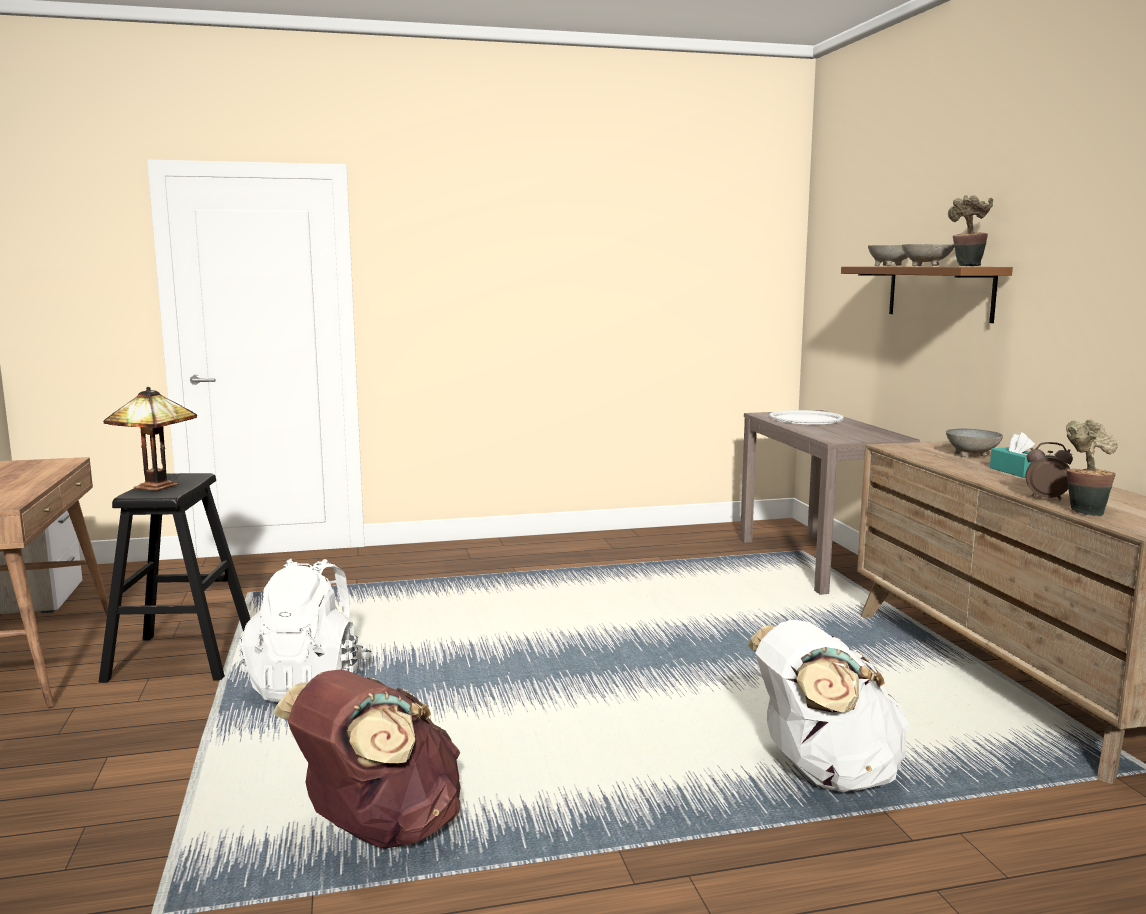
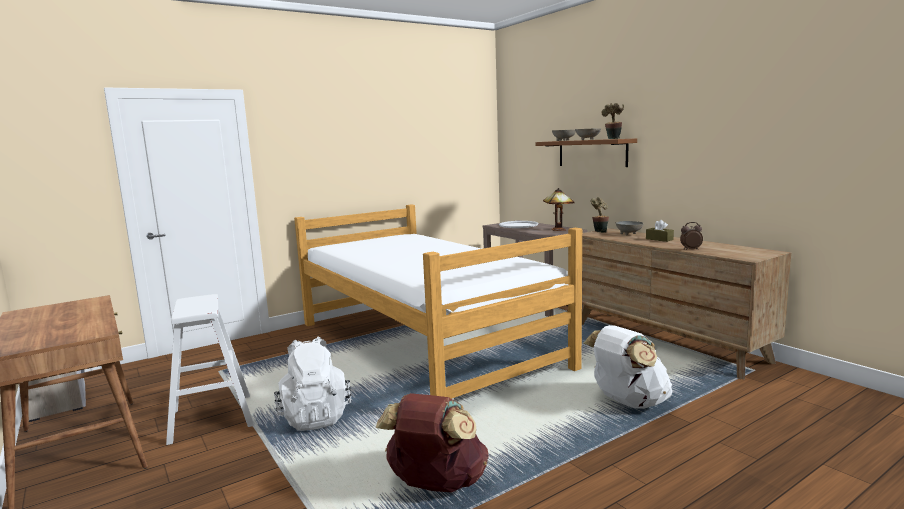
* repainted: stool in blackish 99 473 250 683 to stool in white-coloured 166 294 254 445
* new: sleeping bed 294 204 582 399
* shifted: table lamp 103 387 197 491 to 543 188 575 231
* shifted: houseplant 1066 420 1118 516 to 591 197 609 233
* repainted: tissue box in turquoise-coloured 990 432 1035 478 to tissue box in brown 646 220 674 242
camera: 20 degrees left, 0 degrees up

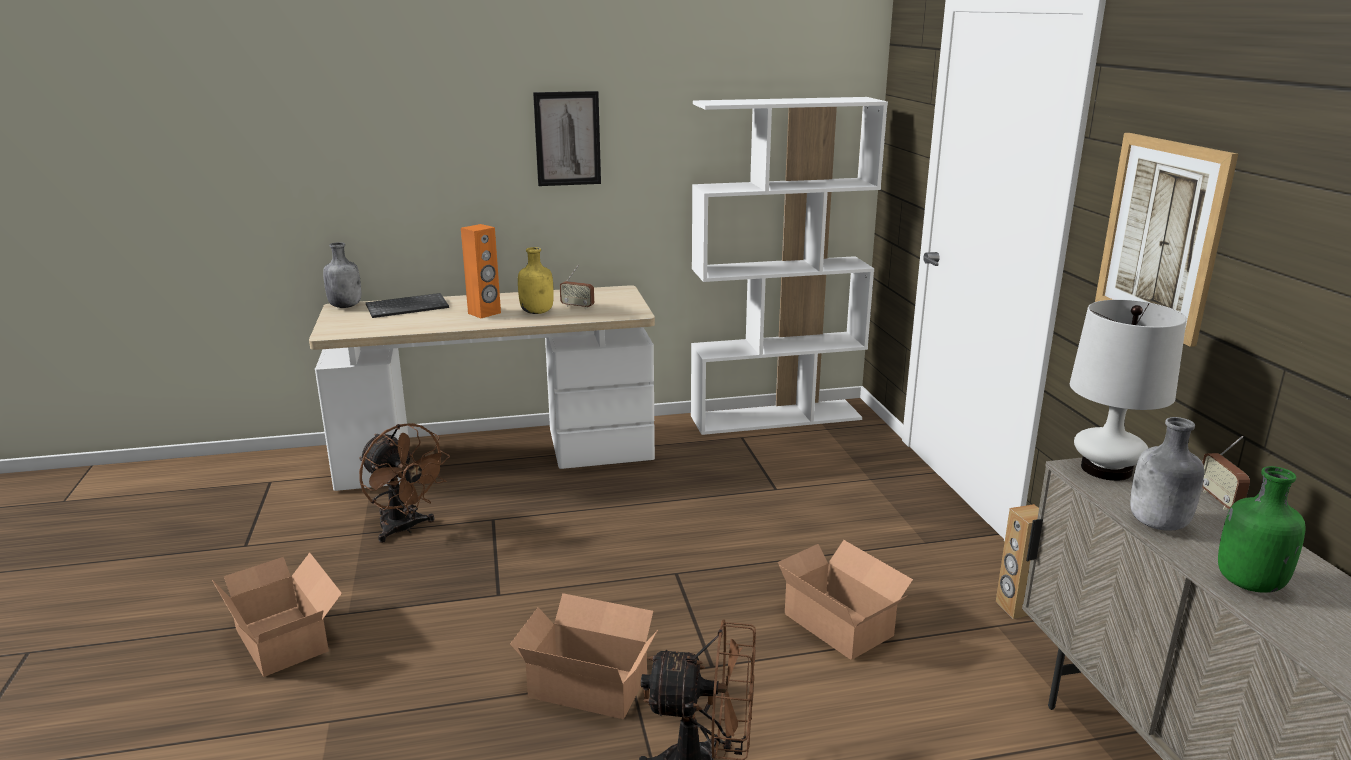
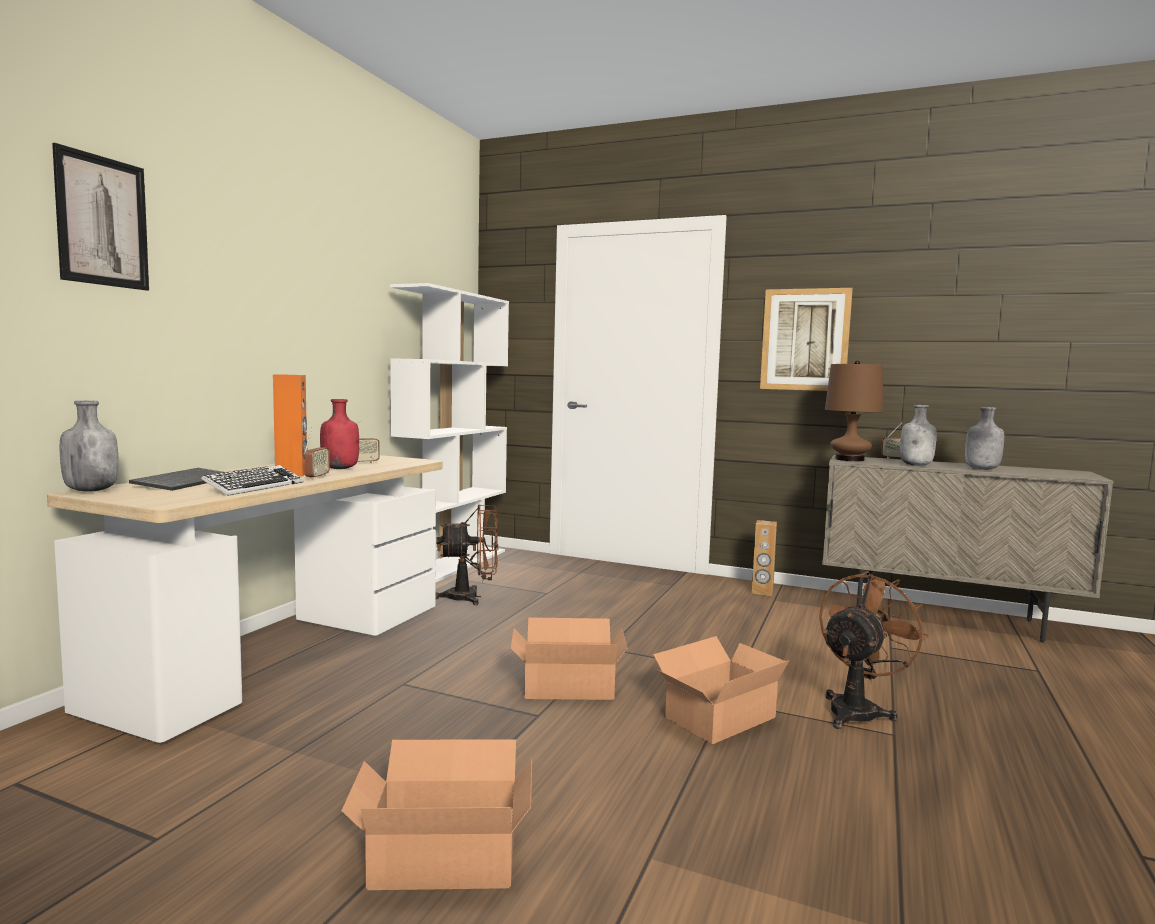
* shifted: wall art 533 91 601 186 to 52 143 149 291
* new: keyboard 201 465 304 496
* new: radio receiver 304 427 330 480
* repainted: drink bottle in yellow-coloured 518 247 554 314 to drink bottle in reddish 320 399 359 469
* shifted: cooling fan in brown 359 423 450 543 to 436 505 498 605
* shifted: carton 778 540 913 660 to 511 617 627 700
* repainted: table lamp in white-coloured 1070 300 1187 481 to table lamp in brown 825 361 883 461
* repainted: drink bottle in green-coloured 1218 466 1306 593 to drink bottle in grey 965 407 1004 470
camera: 55 degrees left, 15 degrees down

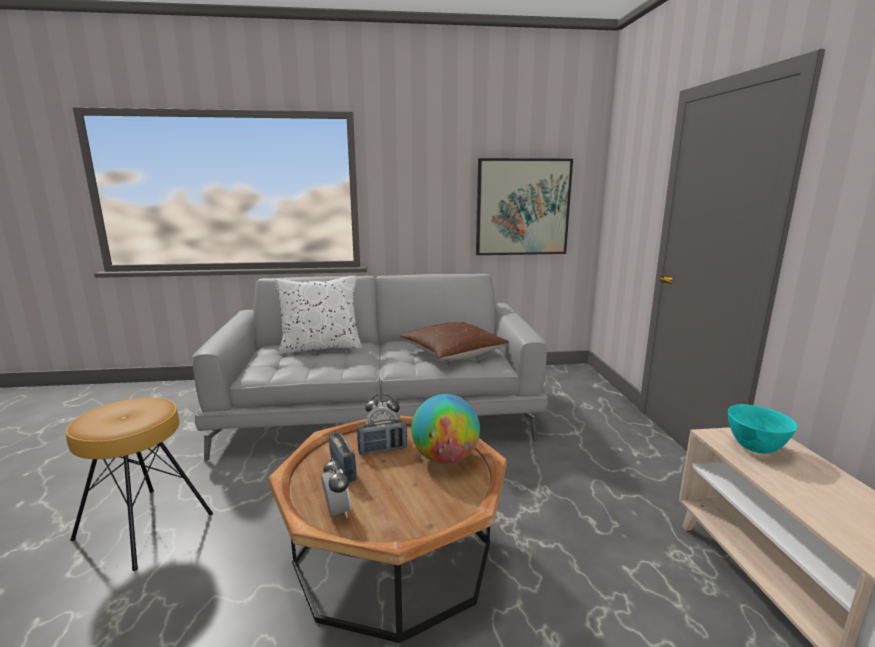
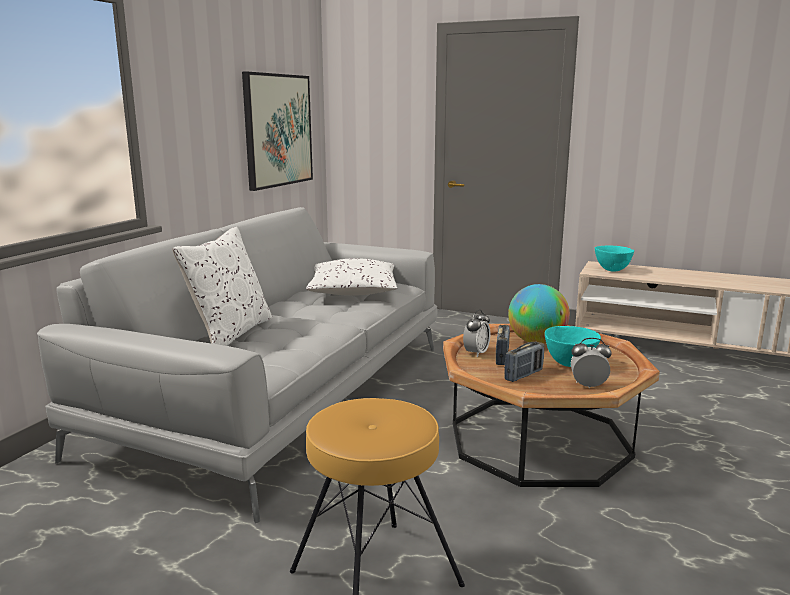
* repainted: cushion in brown 400 322 509 360 to cushion in white-coloured 306 258 397 296
* rotated: radio receiver 329 431 356 483 = 504 342 544 382 135 degrees clockwise
* new: serving bowl in turquoise-coloured 545 326 601 367
camera: 60 degrees left, 0 degrees up

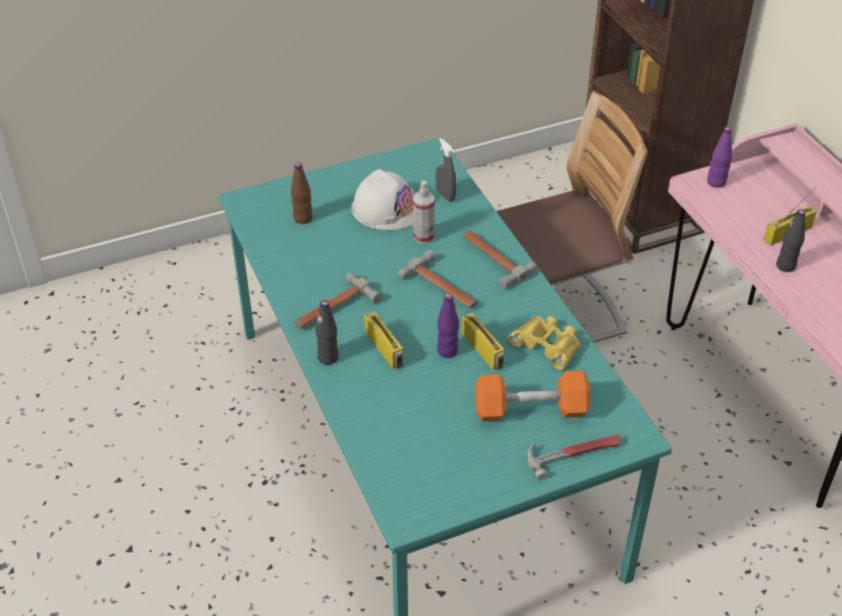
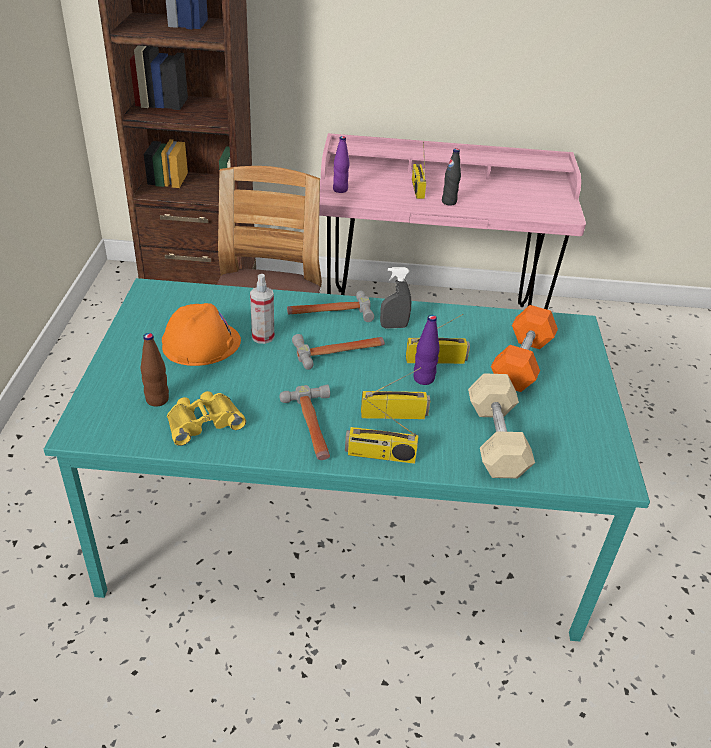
* repainted: hard hat in white-coloured 351 169 415 230 to hard hat in orange-coloured 162 303 241 366
* shifted: field glasses in yellow-coloured 508 316 580 370 to 167 391 246 446
* swapped: drink bottle in blackish 315 300 339 365 to radio receiver 345 398 419 464
* shifted: sprayer in grey 436 138 456 202 to 380 267 411 329
* new: dumbbell in beige-coloured 468 373 535 479
* gone: tool hammer 527 434 621 480
camera: 65 degrees left, 5 degrees down

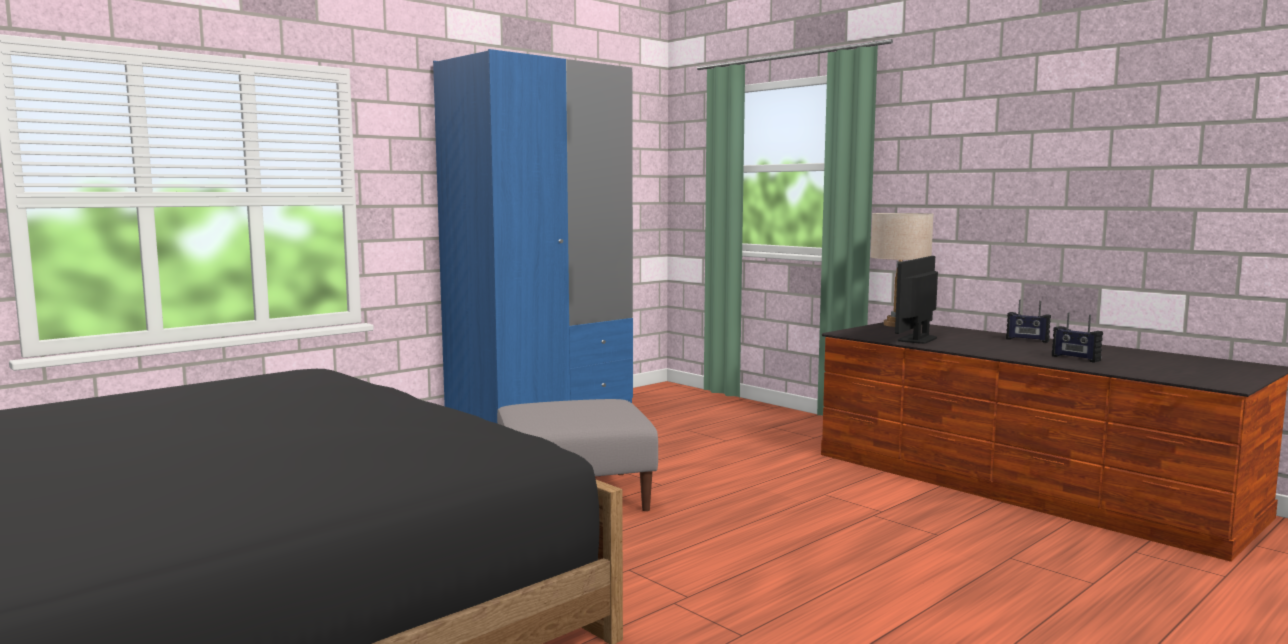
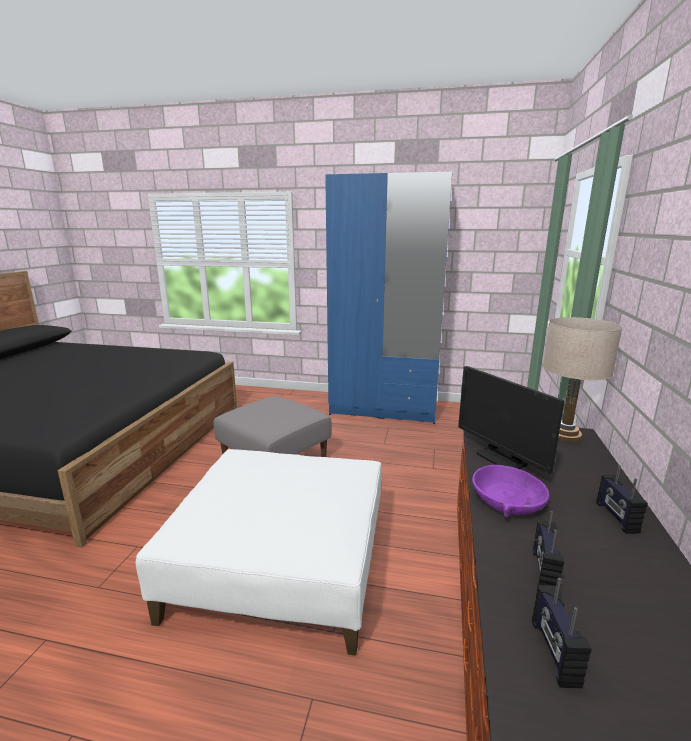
* new: ottoman in white-coloured 136 449 381 656
* rotated: computer screen 895 256 938 344 = 458 366 564 474 120 degrees counterclockwise
* new: serving bowl in purplish 472 465 549 518
* new: radio receiver 532 578 592 689
camera: 55 degrees right, 10 degrees up

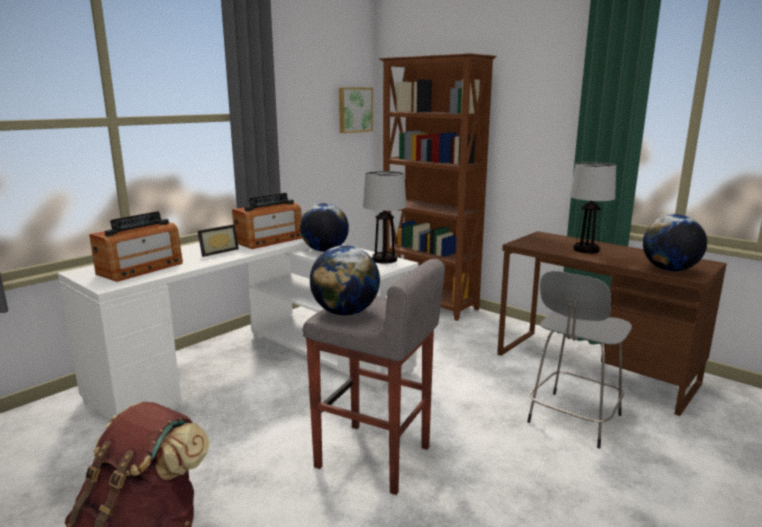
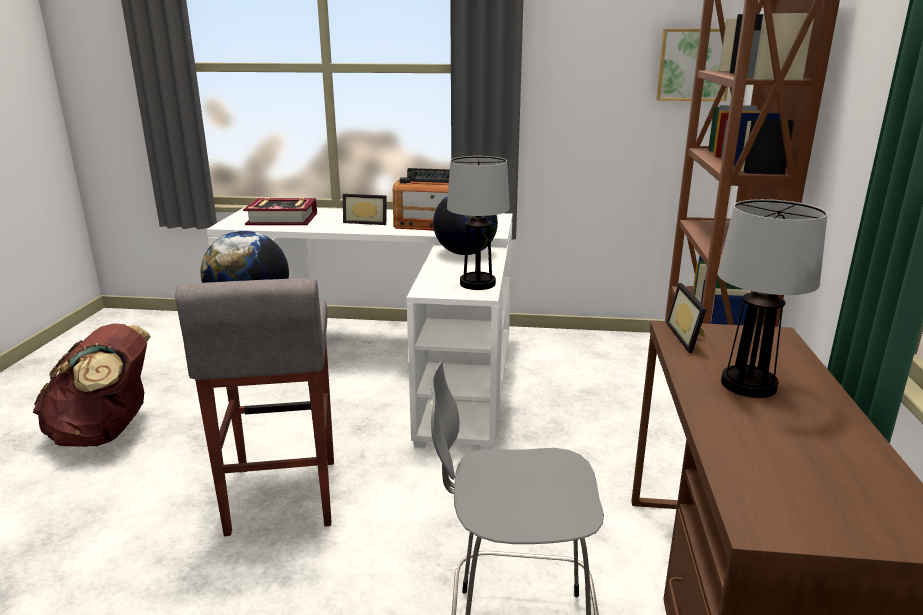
* swapped: radio receiver 89 211 183 282 to volume 243 197 317 225
* new: standing frame 666 283 707 353
* gone: globe 643 214 707 271
camera: 55 degrees right, 5 degrees up

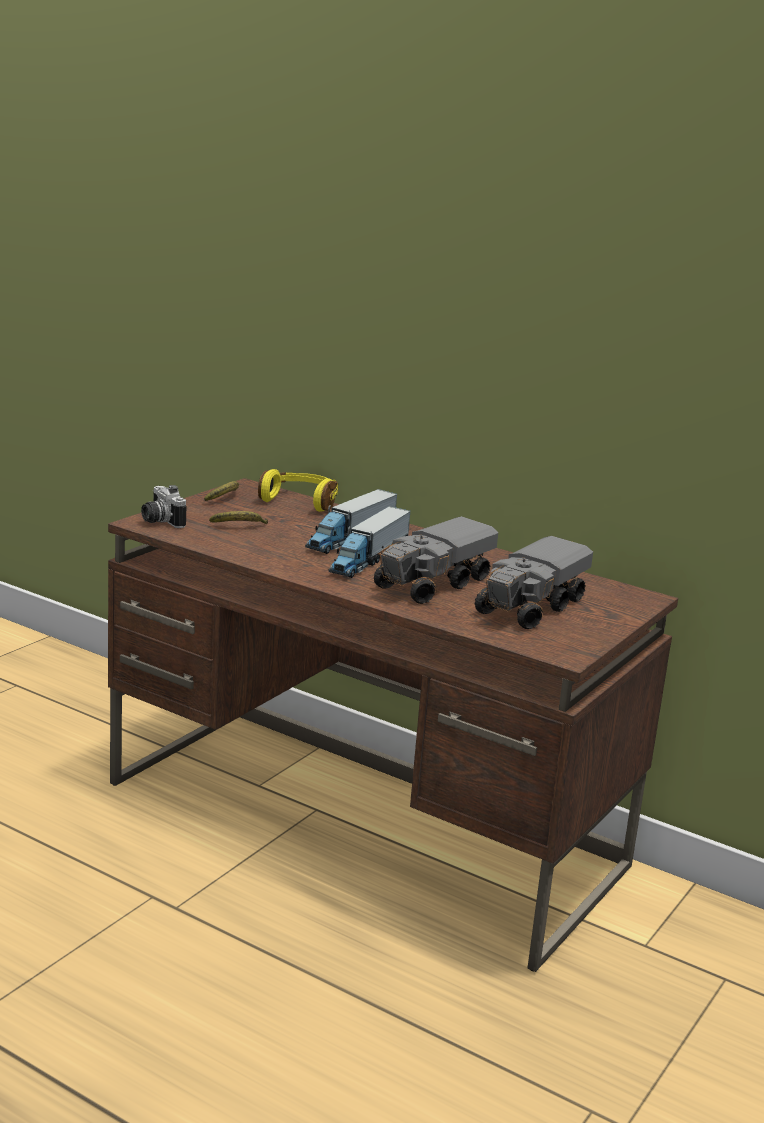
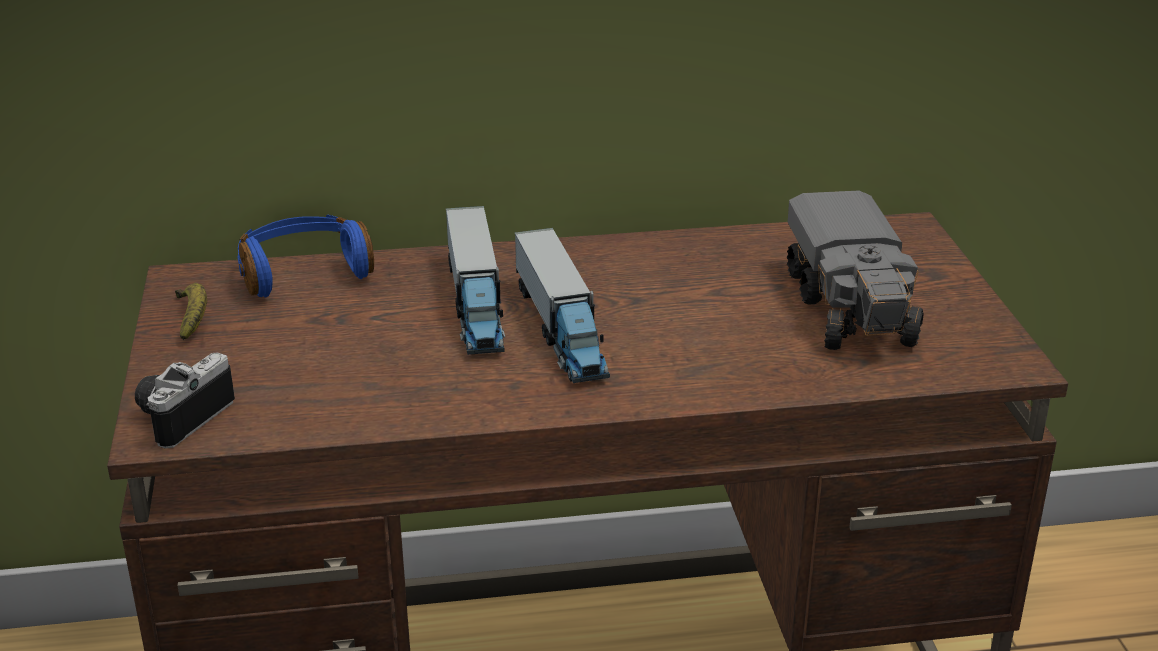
* rotated: photo camera 141 485 186 528 = 135 353 235 449 105 degrees clockwise
* repainted: headset in yellow-coloured 258 469 338 512 to headset in blue-coloured 237 215 374 298
* gone: banana fruit 209 511 268 524
* gone: model truck 374 516 498 604
camera: 40 degrees left, 10 degrees up

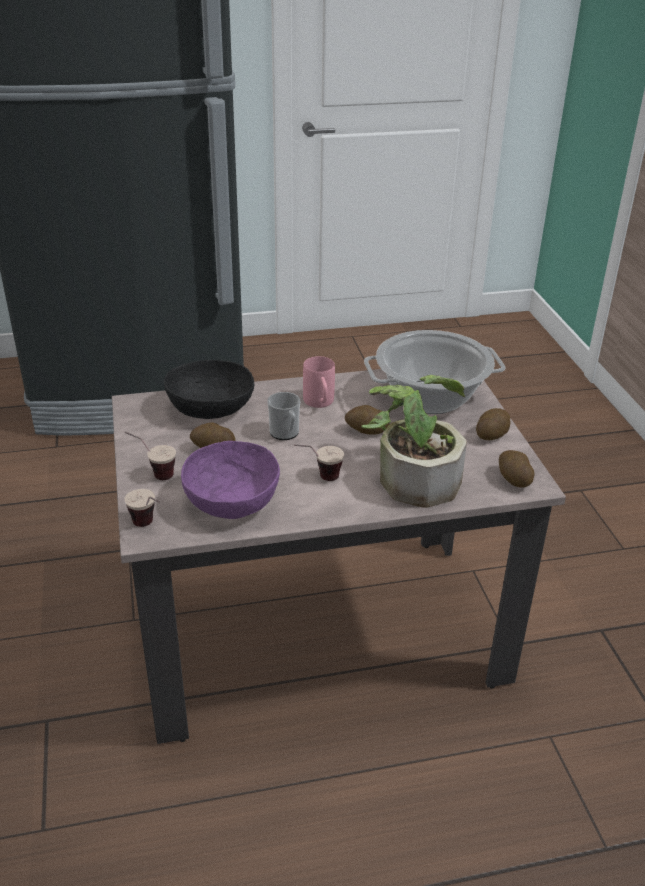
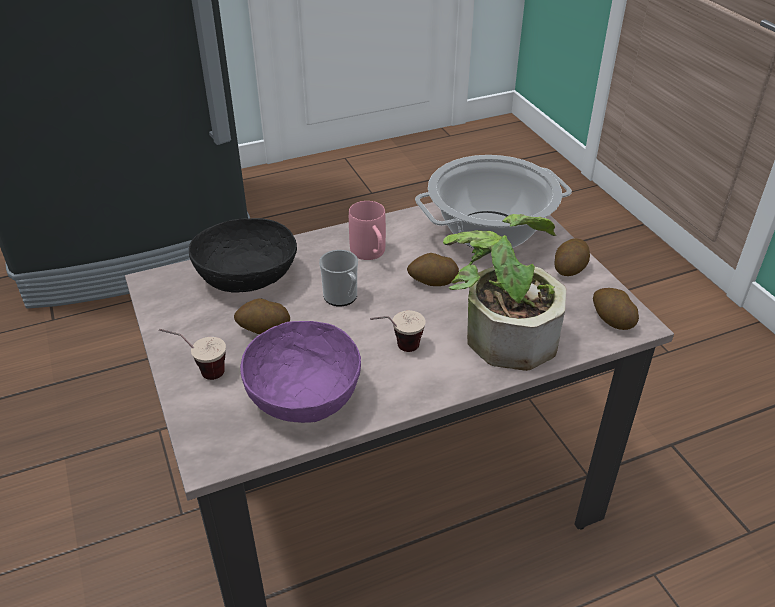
* gone: drinking cup 124 489 160 527
camera: 10 degrees left, 5 degrees up

